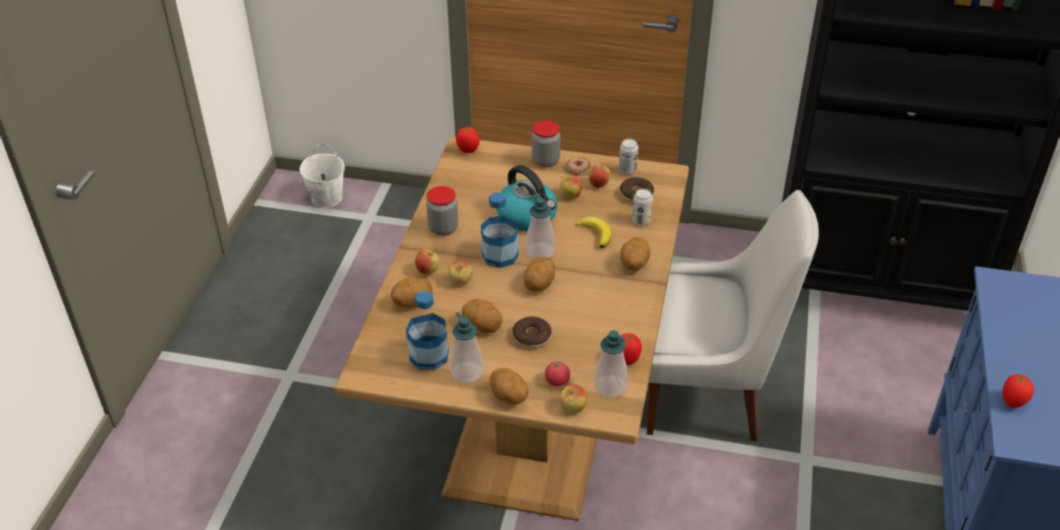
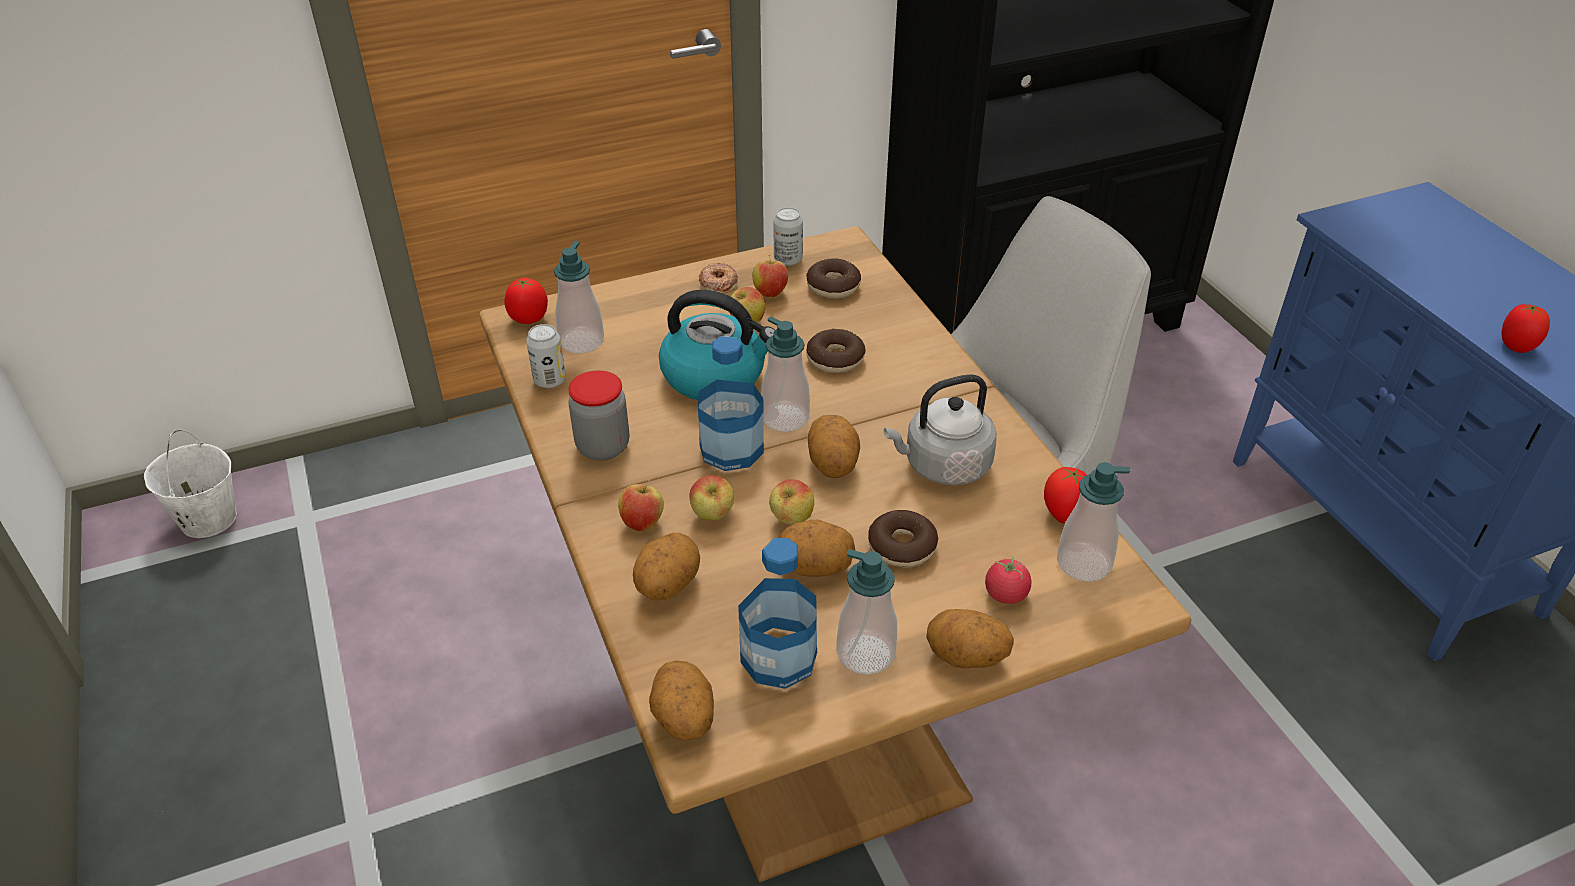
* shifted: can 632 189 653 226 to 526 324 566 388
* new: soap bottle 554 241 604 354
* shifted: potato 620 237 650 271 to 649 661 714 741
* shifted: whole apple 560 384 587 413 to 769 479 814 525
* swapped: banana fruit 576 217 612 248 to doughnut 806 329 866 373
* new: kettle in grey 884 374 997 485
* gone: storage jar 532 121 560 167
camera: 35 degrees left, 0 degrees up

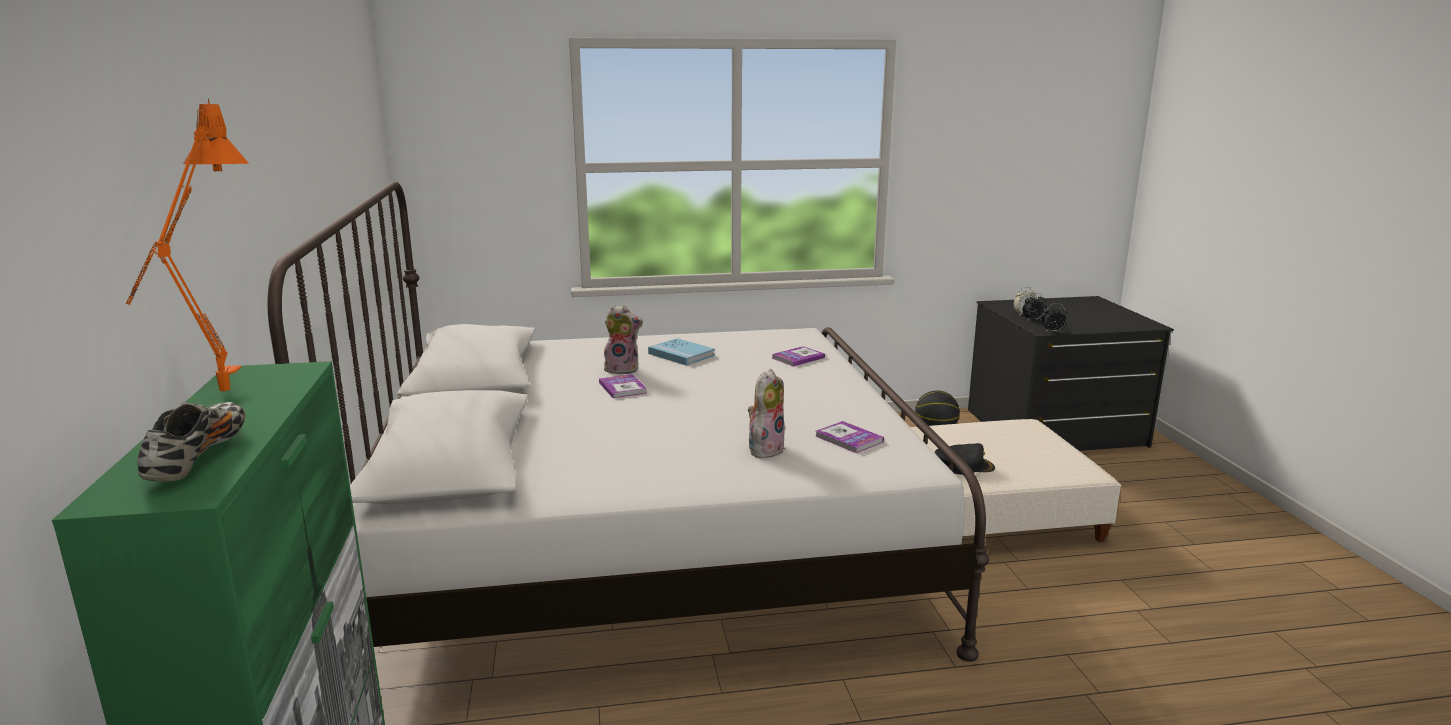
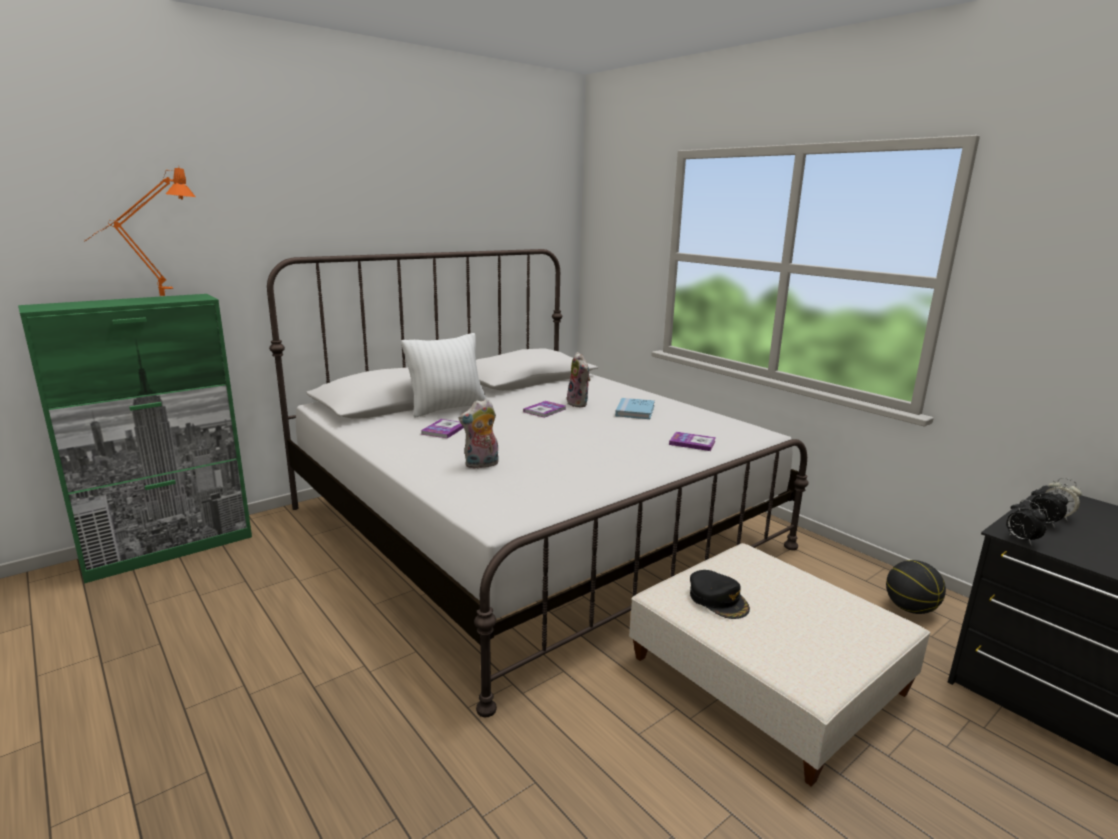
* new: cushion in white-coloured 401 333 486 418
* shifted: volume 816 421 884 453 to 421 419 464 439
* rotated: plush toy 748 369 785 458 = 459 399 499 469 150 degrees clockwise
* gone: shoe 137 402 245 482
camera: 60 degrees right, 0 degrees up

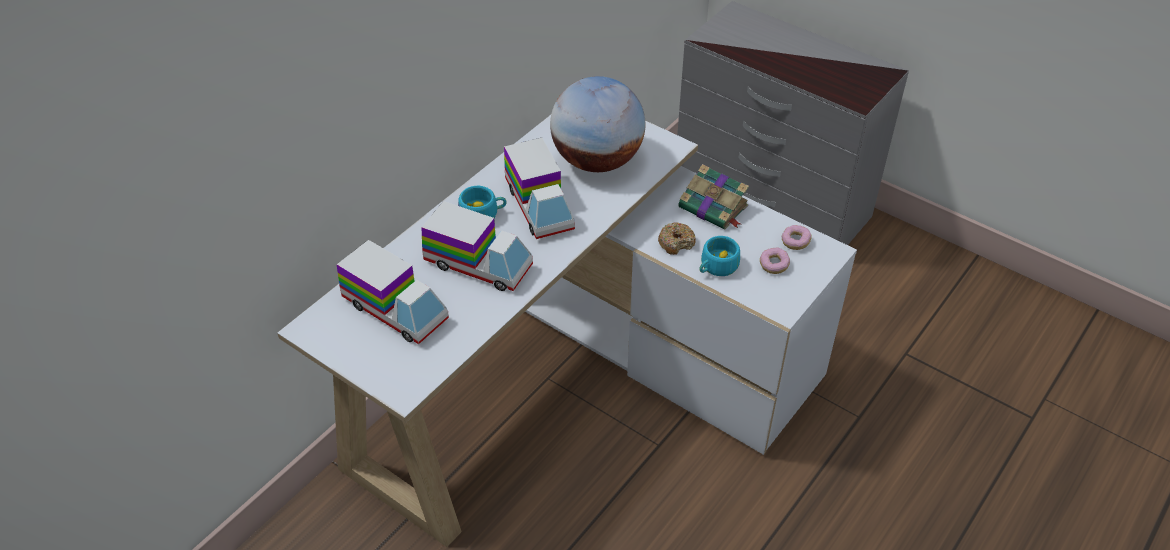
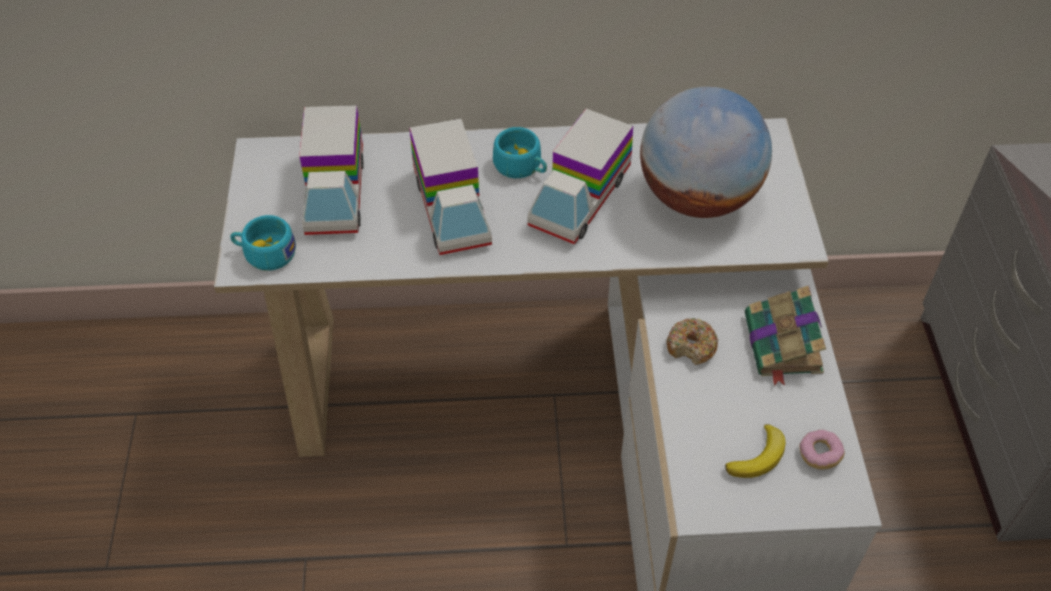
* shifted: drinking cup in turquoise-coloured 699 236 740 276 to 230 215 296 271
* swapped: doughnut 760 248 790 274 to banana fruit 725 424 786 478
camera: 50 degrees right, 5 degrees up

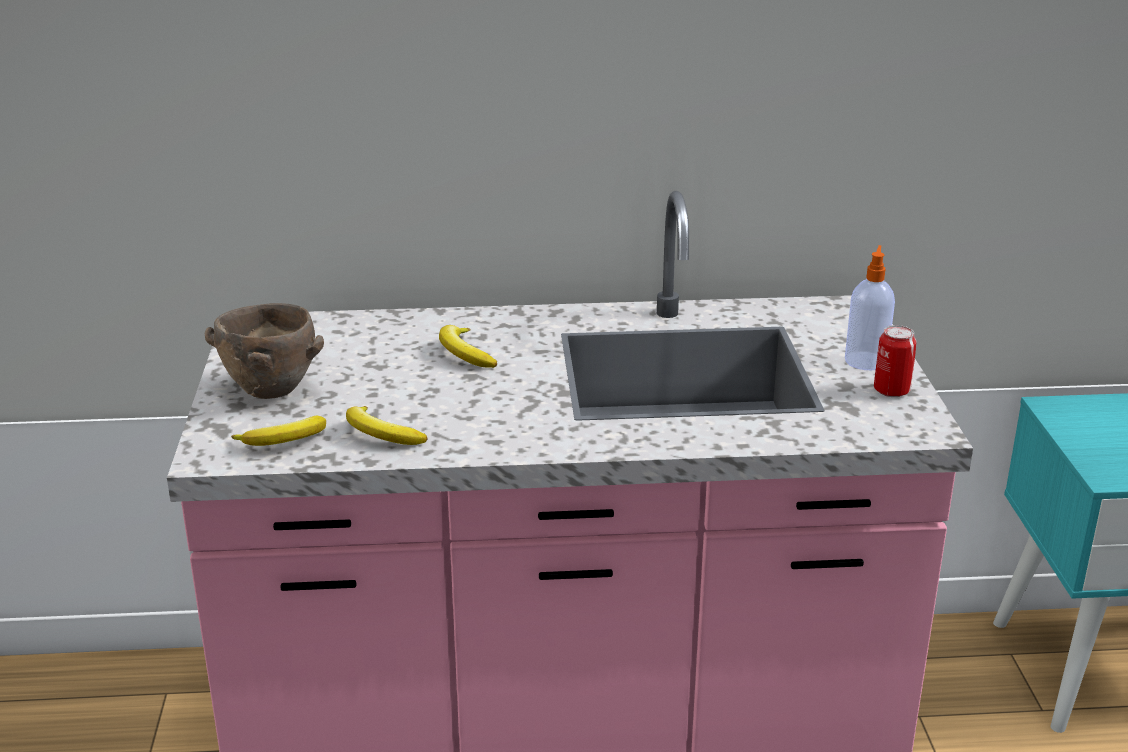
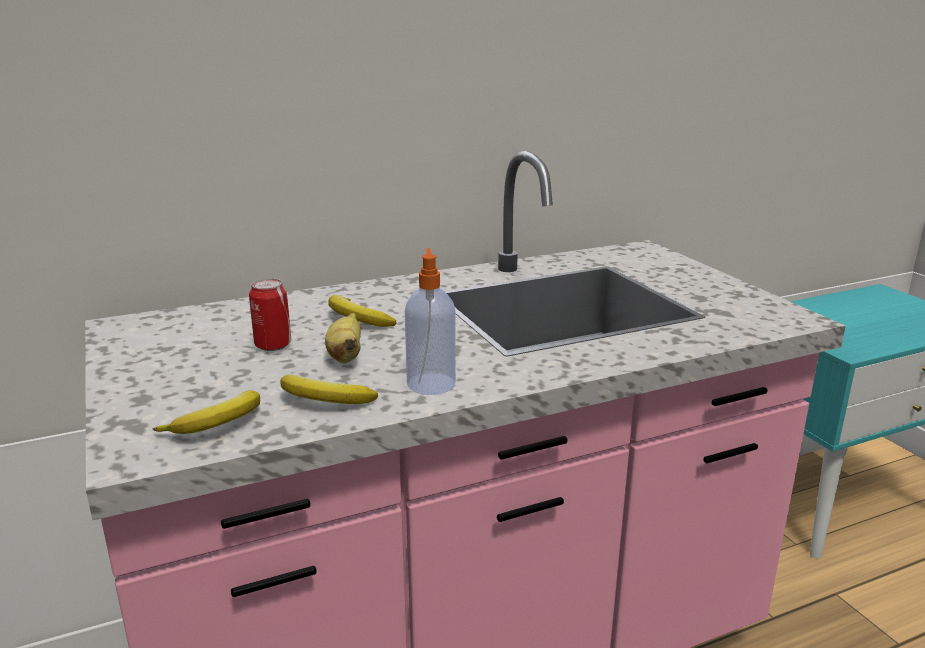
* shifted: can 874 325 917 397 to 249 278 291 351
* new: banana fruit 325 313 361 363
* shifted: soap bottle 845 245 895 370 to 405 248 456 395
* gone: serving bowl in brown 205 303 324 399
camera: 20 degrees left, 5 degrees down

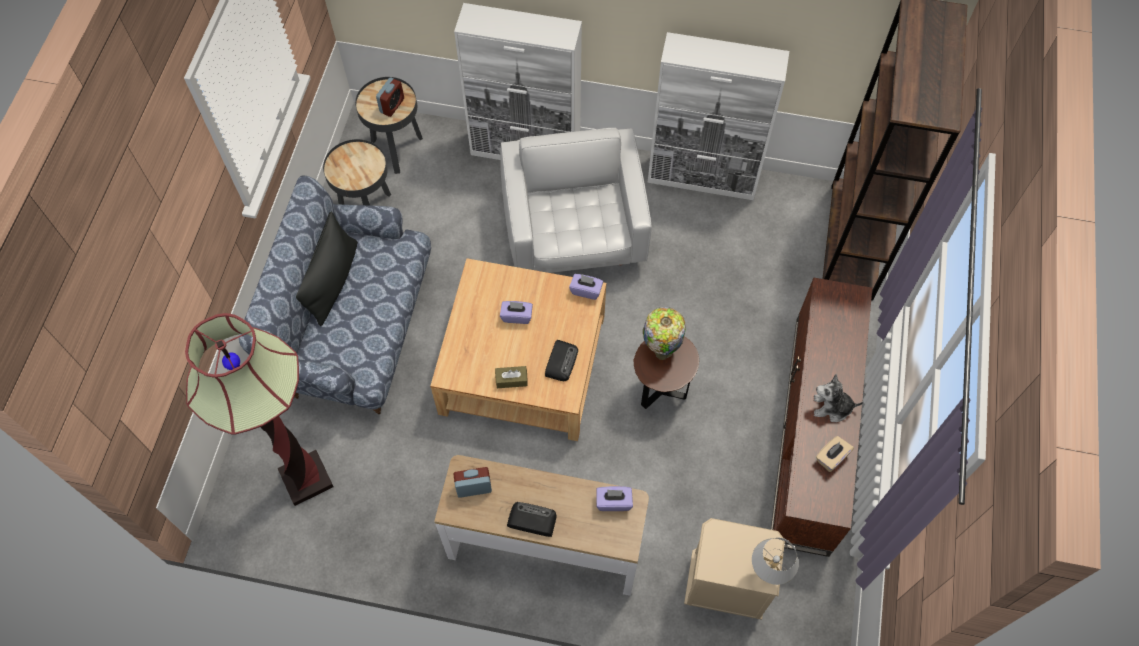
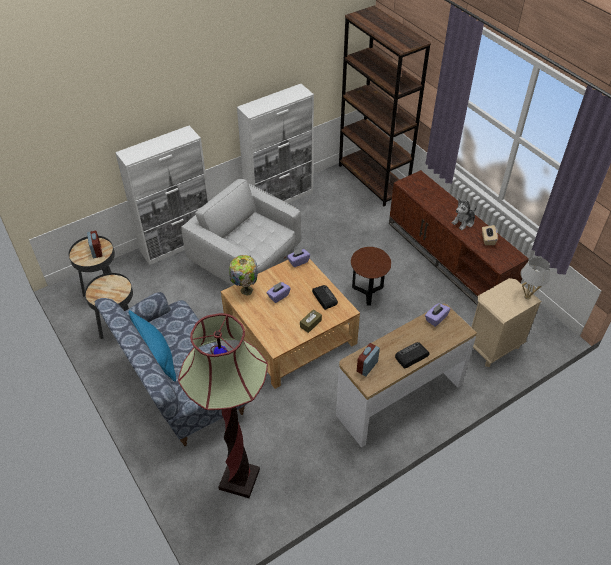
* repainted: cushion in blackish 296 212 358 326 to cushion in blue-coloured 129 310 176 382
* shifted: table lamp 643 307 686 360 to 229 255 257 296
camera: 45 degrees left, 15 degrees down

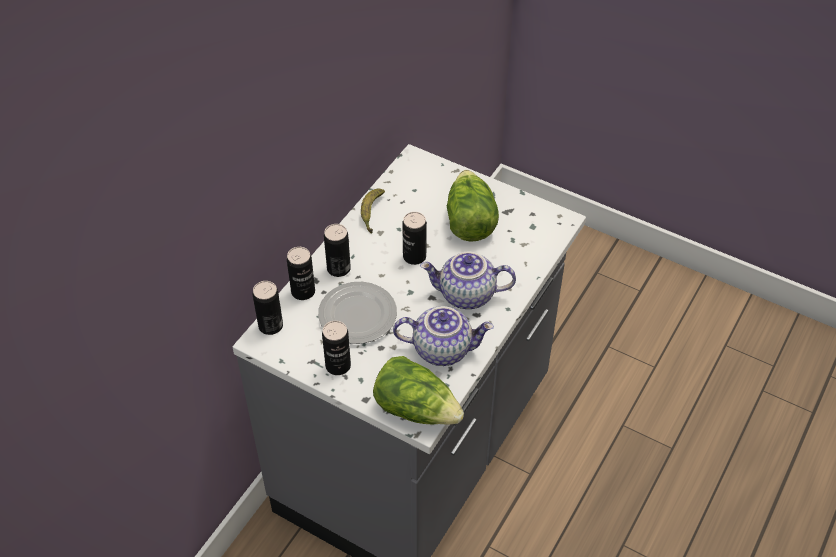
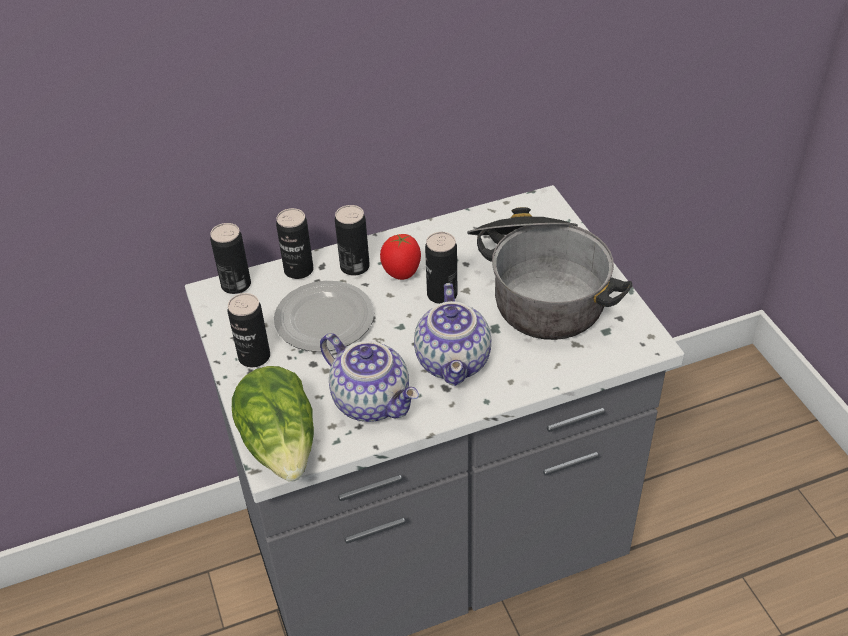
* new: fresh tomato 380 234 421 280
* rotated: tea pot 420 252 516 309 = 414 283 491 386 135 degrees counterclockwise
* swapped: lettuce 447 170 499 242 to saucepot 467 207 632 340
* gone: banana fruit 361 188 385 234
camera: 40 degrees right, 5 degrees down

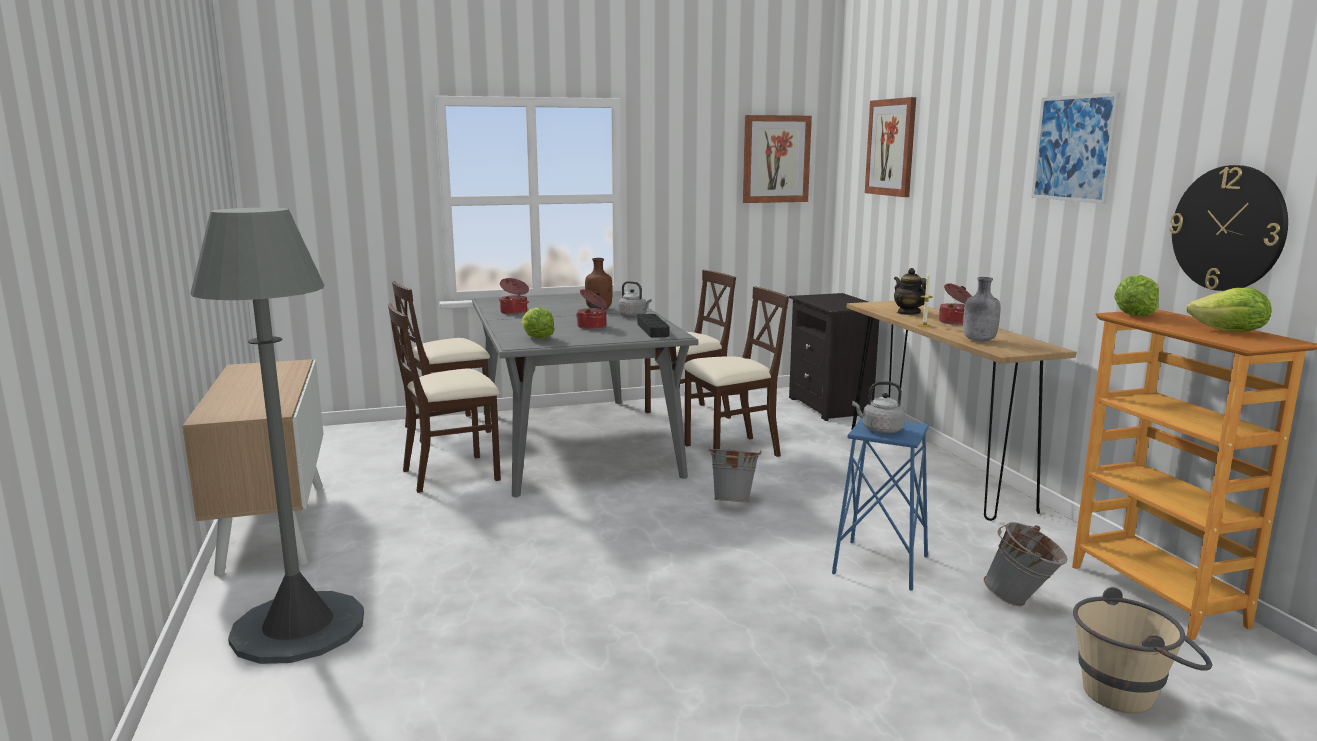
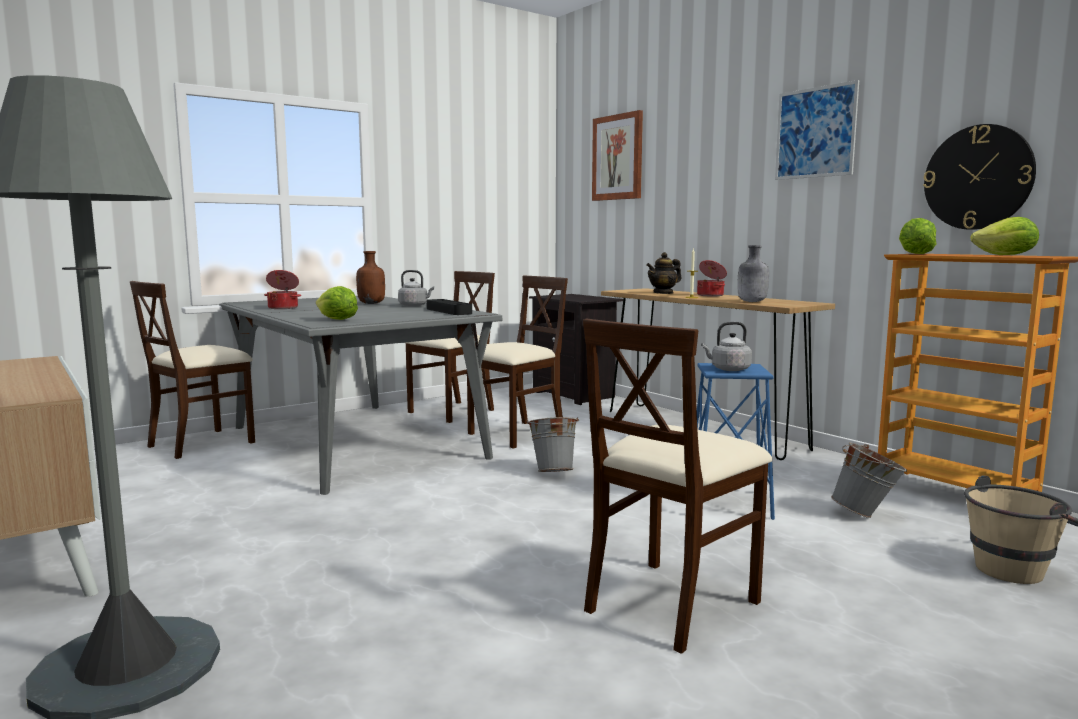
* shifted: plain chair in beige-coloured 388 303 501 493 to 583 318 773 654
* rotated: tea pot 894 268 927 315 = 646 252 681 294 75 degrees counterclockwise
* gone: saucepot 576 289 608 329
* gone: wall art 743 115 812 203
camera: 20 degrees left, 5 degrees down

